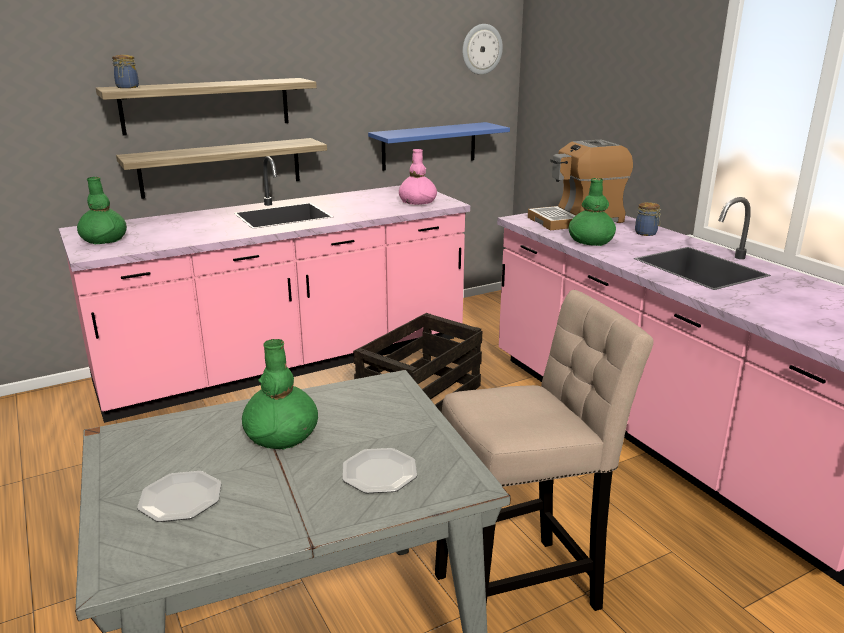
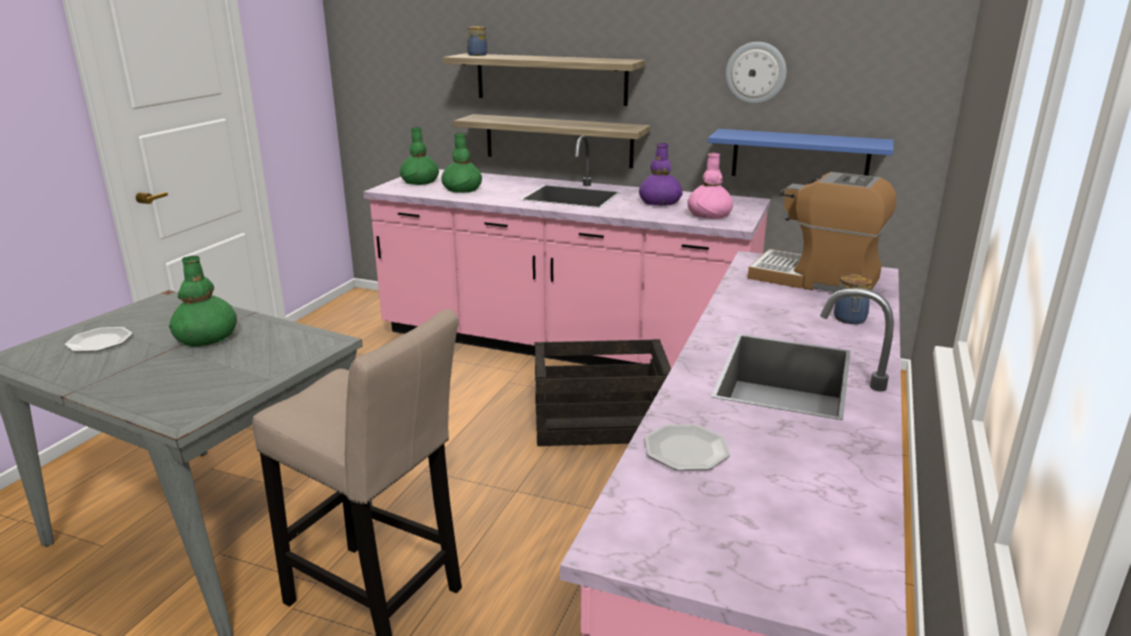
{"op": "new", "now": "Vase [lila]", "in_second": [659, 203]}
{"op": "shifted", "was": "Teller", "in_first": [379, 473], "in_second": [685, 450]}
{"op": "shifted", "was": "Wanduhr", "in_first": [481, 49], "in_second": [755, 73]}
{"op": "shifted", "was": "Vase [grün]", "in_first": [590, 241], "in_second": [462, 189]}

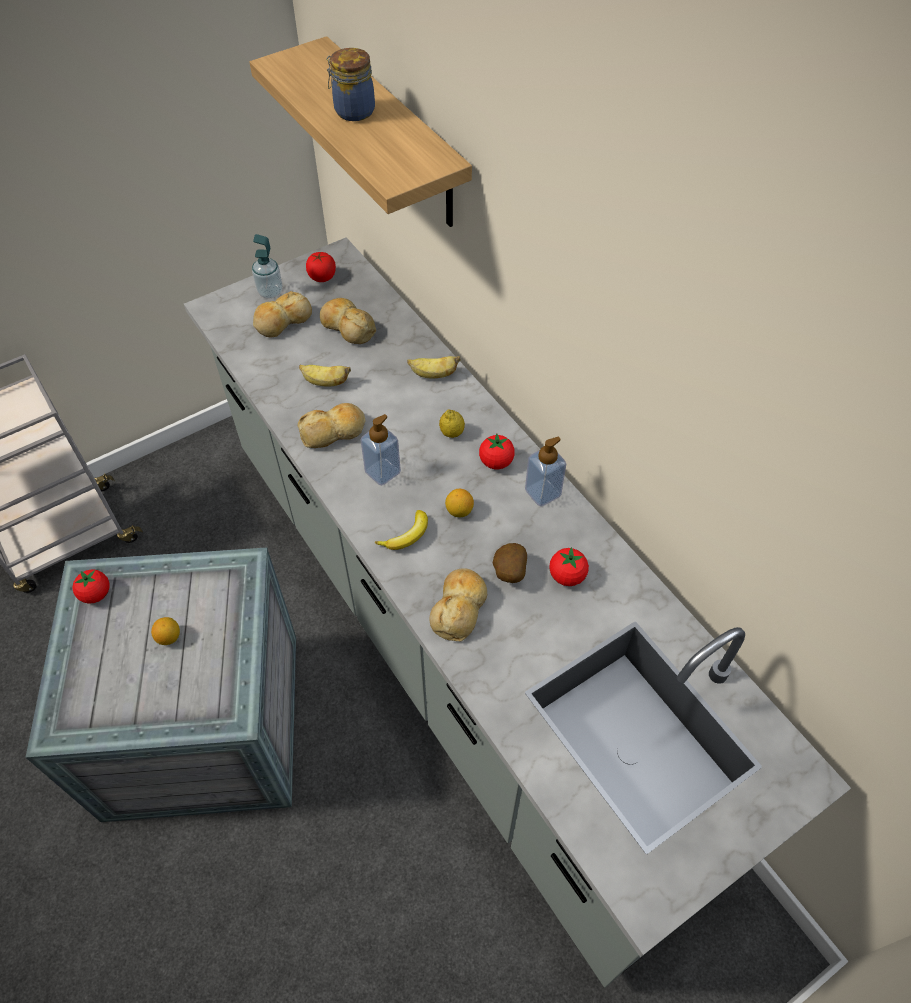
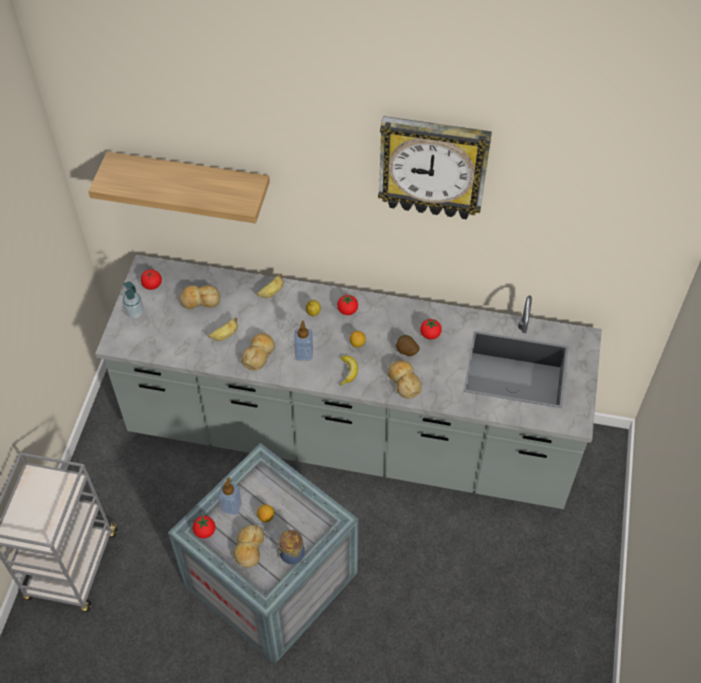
{"op": "new", "now": "Wanduhr", "in_second": [433, 167]}
{"op": "shifted", "was": "Brot", "in_first": [282, 321], "in_second": [249, 549]}
{"op": "shifted", "was": "Vorratsglas", "in_first": [353, 111], "in_second": [291, 554]}
{"op": "shifted", "was": "Seifenspender", "in_first": [542, 492], "in_second": [231, 506]}

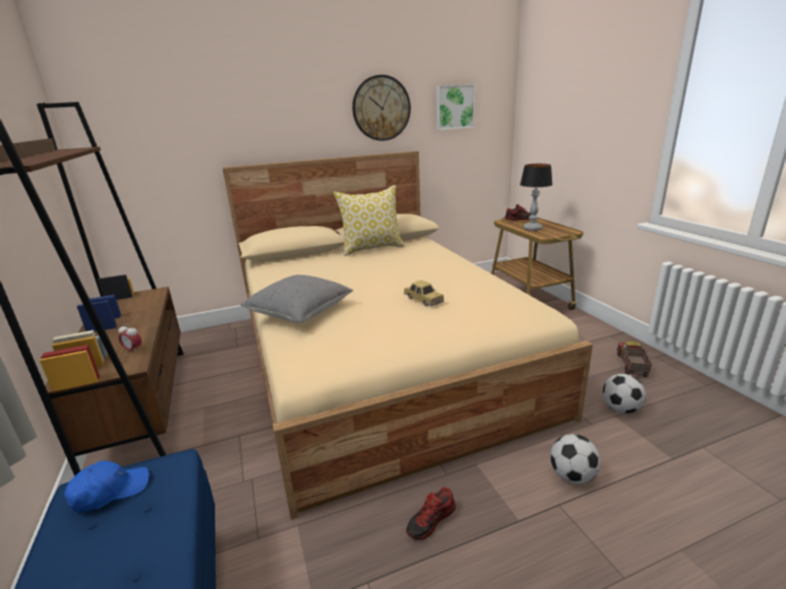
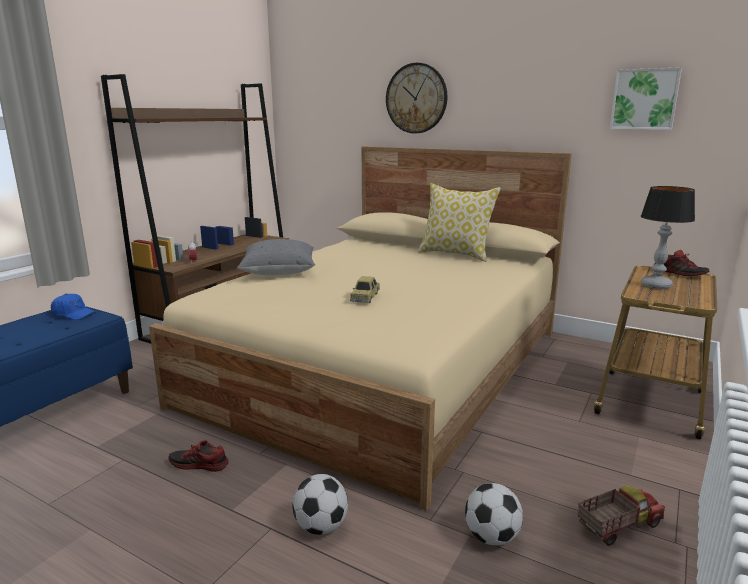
{"op": "shifted", "was": "Wanduhr", "in_first": [381, 108], "in_second": [416, 98]}

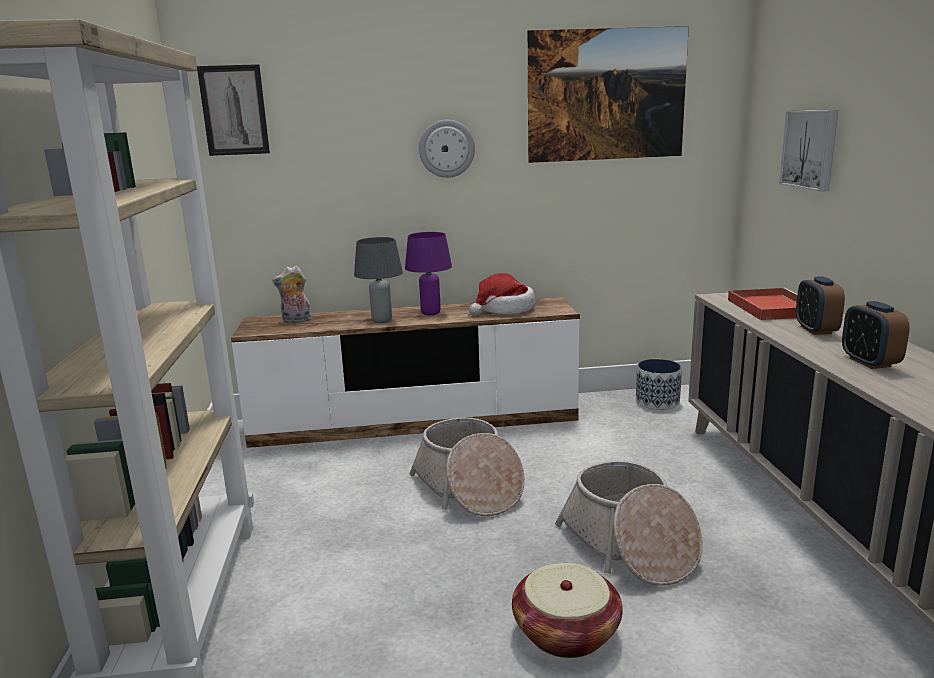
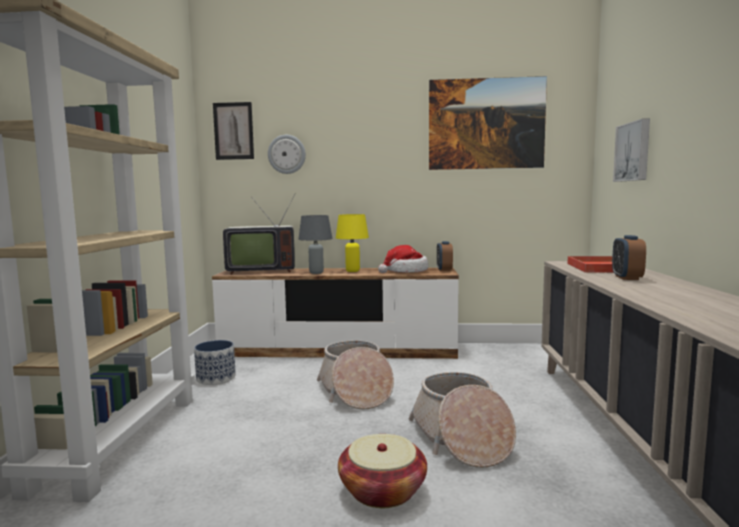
{"op": "shifted", "was": "Wanduhr", "in_first": [446, 148], "in_second": [287, 154]}
{"op": "shifted", "was": "Pflanzkübel", "in_first": [657, 402], "in_second": [215, 378]}
{"op": "shifted", "was": "Wecker", "in_first": [869, 362], "in_second": [444, 270]}
{"op": "swapped", "was": "Plüschtier", "now": "Fernseher", "in_first": [296, 321], "in_second": [260, 271]}
{"op": "repainted", "was": "Tischlampe [lila]", "now": "Tischlampe [gelb]", "in_first": [431, 313], "in_second": [353, 271]}

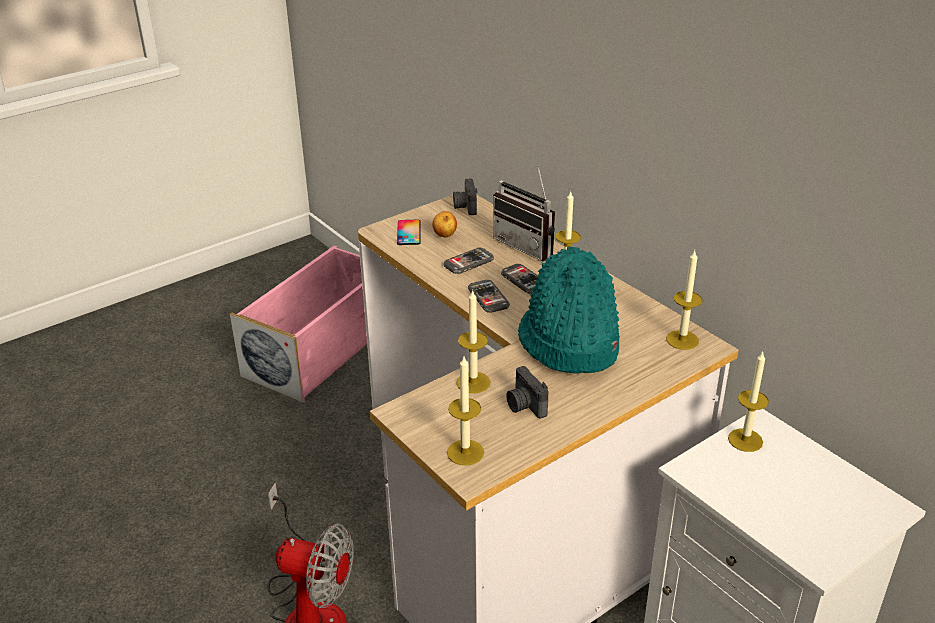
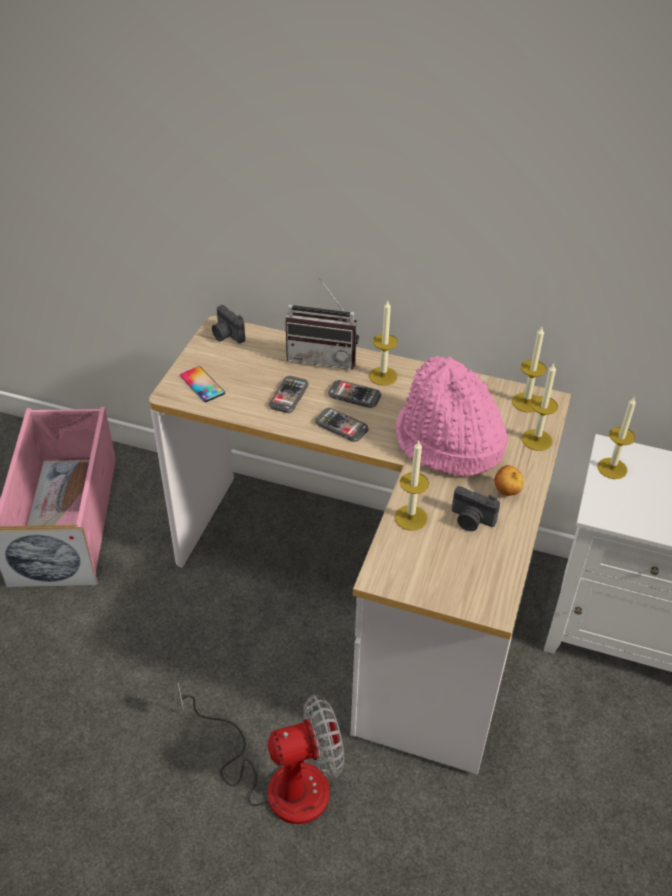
{"op": "shifted", "was": "Apfel", "in_first": [445, 236], "in_second": [507, 492]}
{"op": "shifted", "was": "Kerze", "in_first": [465, 452], "in_second": [536, 440]}
{"op": "repainted", "was": "Hut [türkis]", "now": "Hut [rosa]", "in_first": [568, 343], "in_second": [447, 443]}

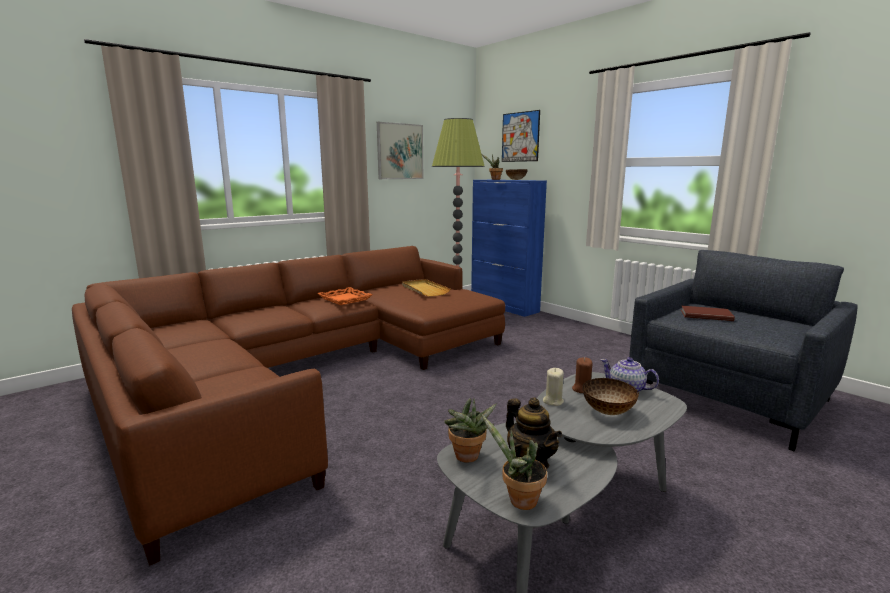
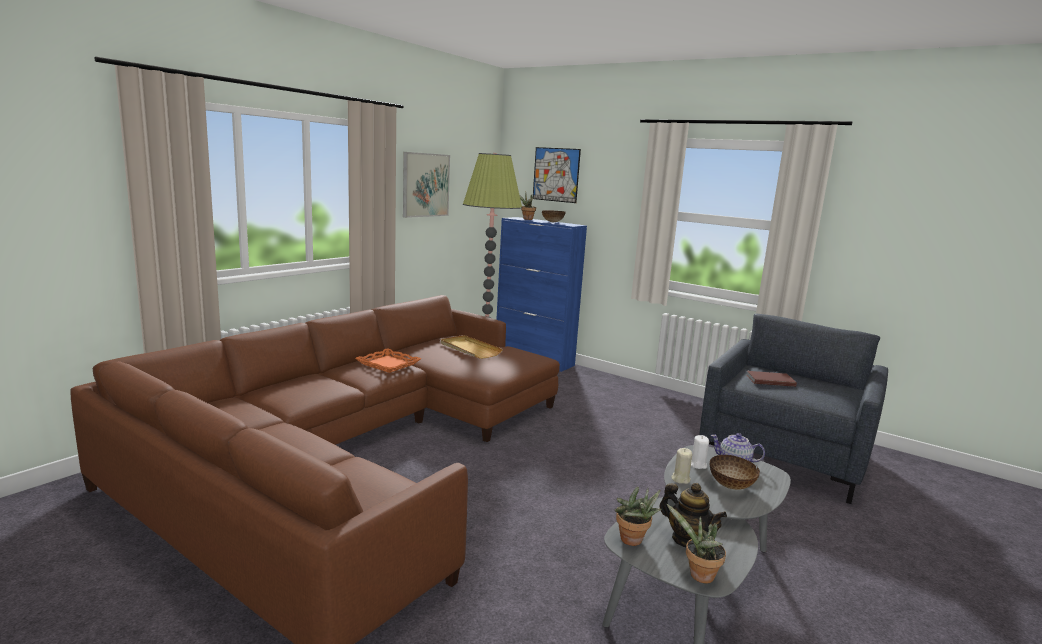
{"op": "repainted", "was": "Kerze [braun]", "now": "Kerze [weiß]", "in_first": [581, 389], "in_second": [697, 464]}

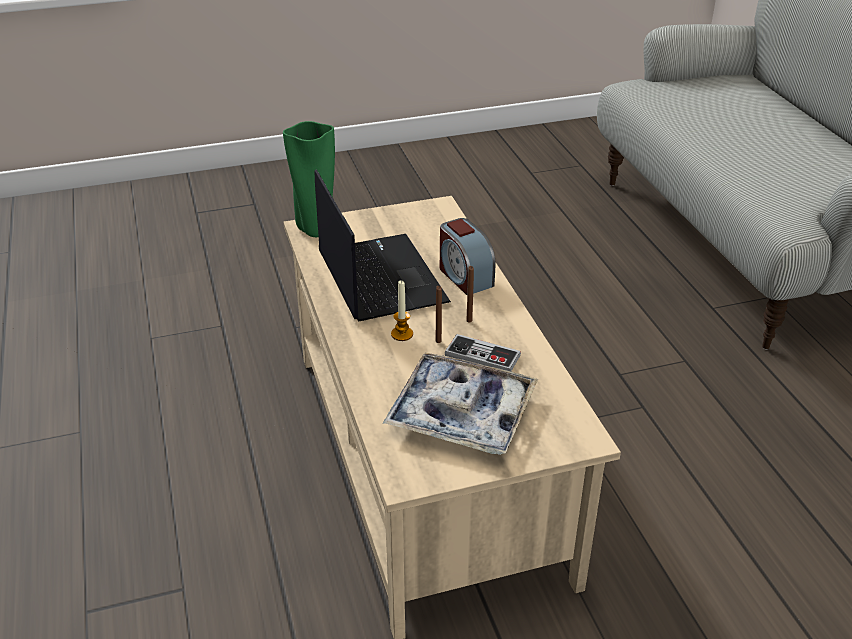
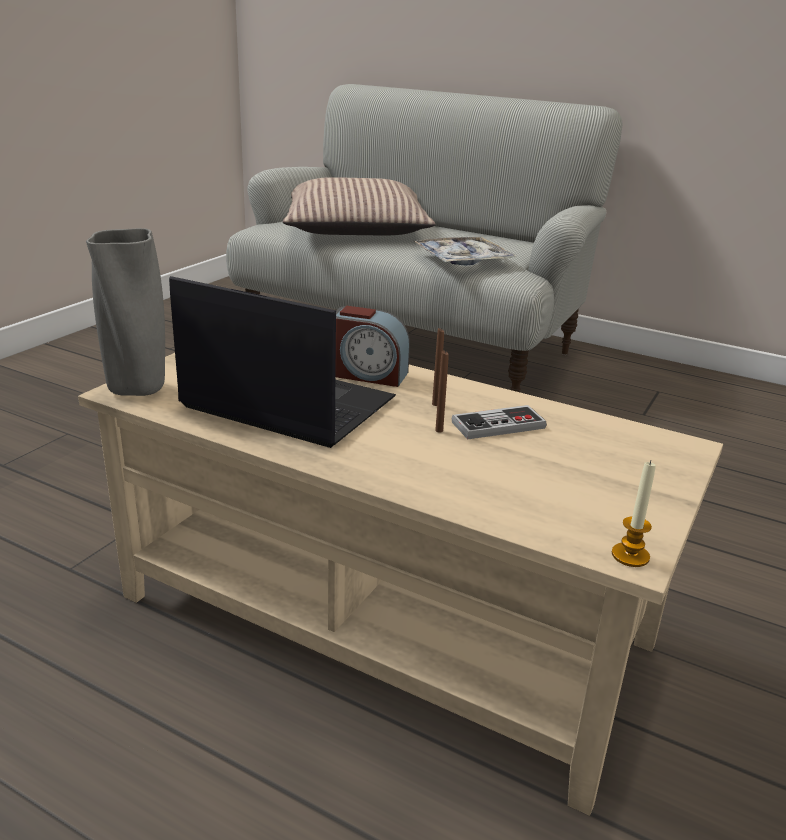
{"op": "new", "now": "Kissen", "in_second": [356, 228]}
{"op": "shifted", "was": "Tablett", "in_first": [461, 414], "in_second": [462, 260]}
{"op": "shifted", "was": "Kerze", "in_first": [402, 334], "in_second": [630, 556]}
{"op": "repainted", "was": "Vase [grün]", "now": "Vase [grau]", "in_first": [316, 230], "in_second": [137, 390]}

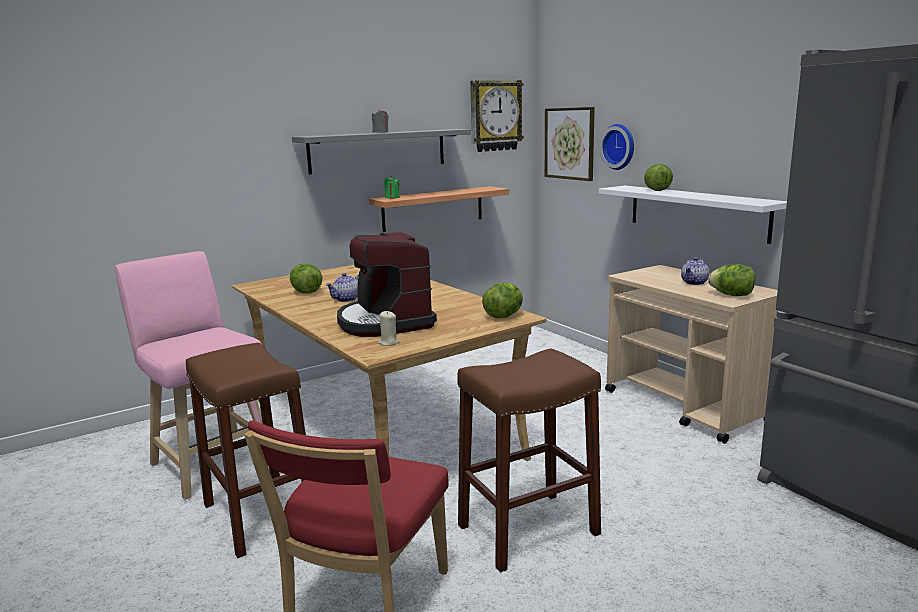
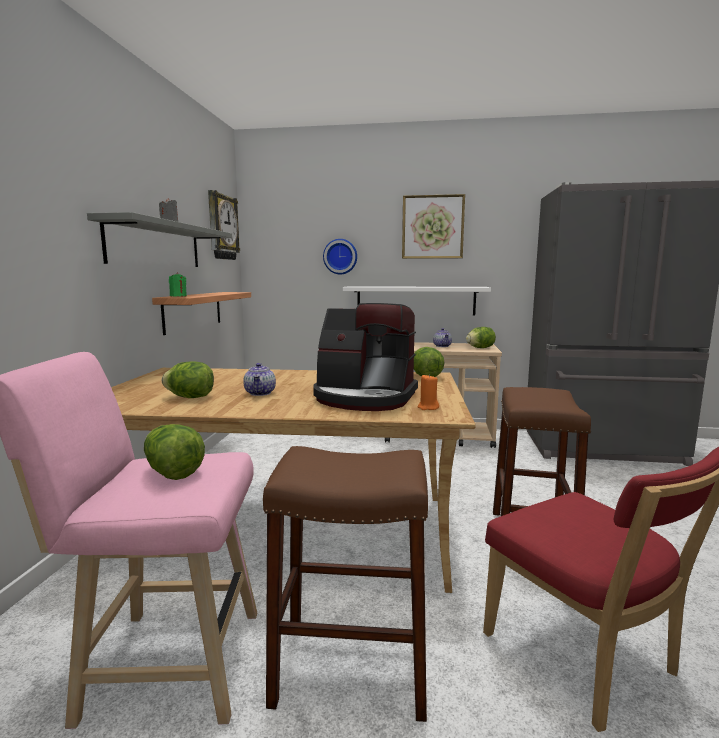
{"op": "shifted", "was": "Bild", "in_first": [569, 143], "in_second": [432, 227]}
{"op": "shifted", "was": "Salatkopf", "in_first": [656, 190], "in_second": [172, 472]}
{"op": "repainted", "was": "Kerze [beige]", "now": "Kerze [orange]", "in_first": [388, 343], "in_second": [428, 407]}

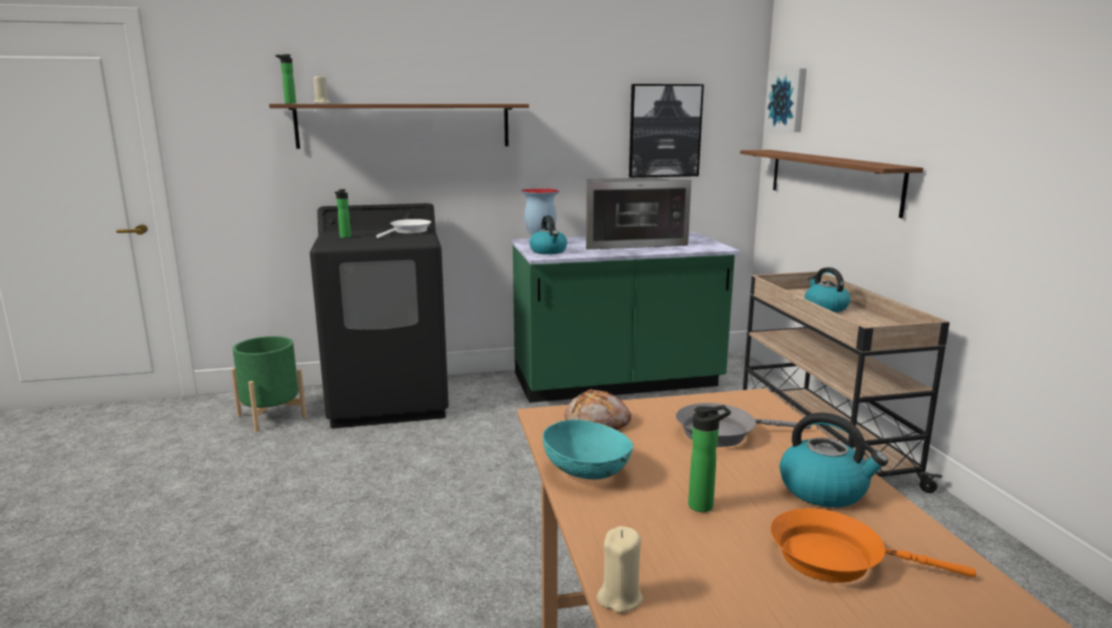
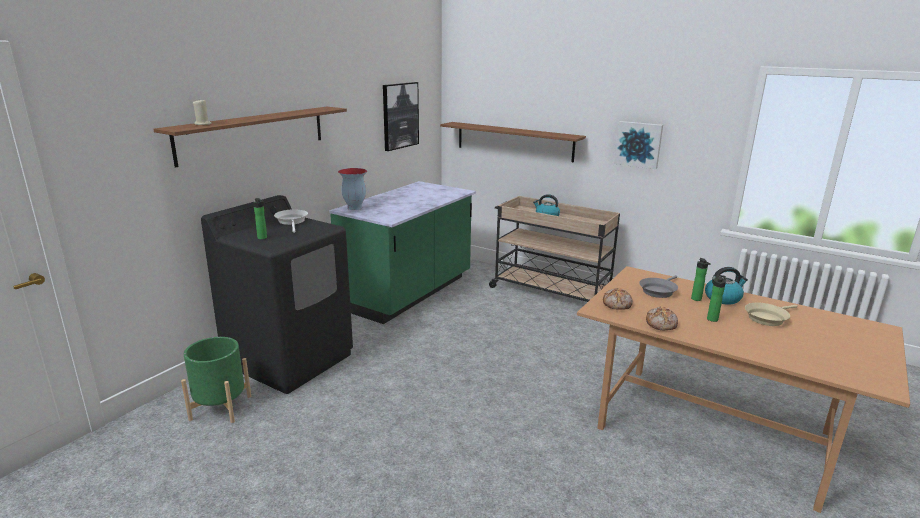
{"op": "gone", "was": "Wasserkessel", "in_first": [548, 251]}
{"op": "gone", "was": "Mikrowelle", "in_first": [630, 242]}
{"op": "gone", "was": "Kerze [beige]", "in_first": [620, 597]}
{"op": "shifted", "was": "Flasche", "in_first": [288, 103], "in_second": [697, 299]}
{"op": "shifted", "was": "Bild", "in_first": [787, 100], "in_second": [638, 144]}
{"op": "swapped", "was": "Schüssel [türkis]", "now": "Brot", "in_first": [588, 471], "in_second": [661, 324]}
{"op": "repainted", "was": "Pfanne [orange]", "now": "Pfanne [beige]", "in_first": [835, 558], "in_second": [767, 318]}

